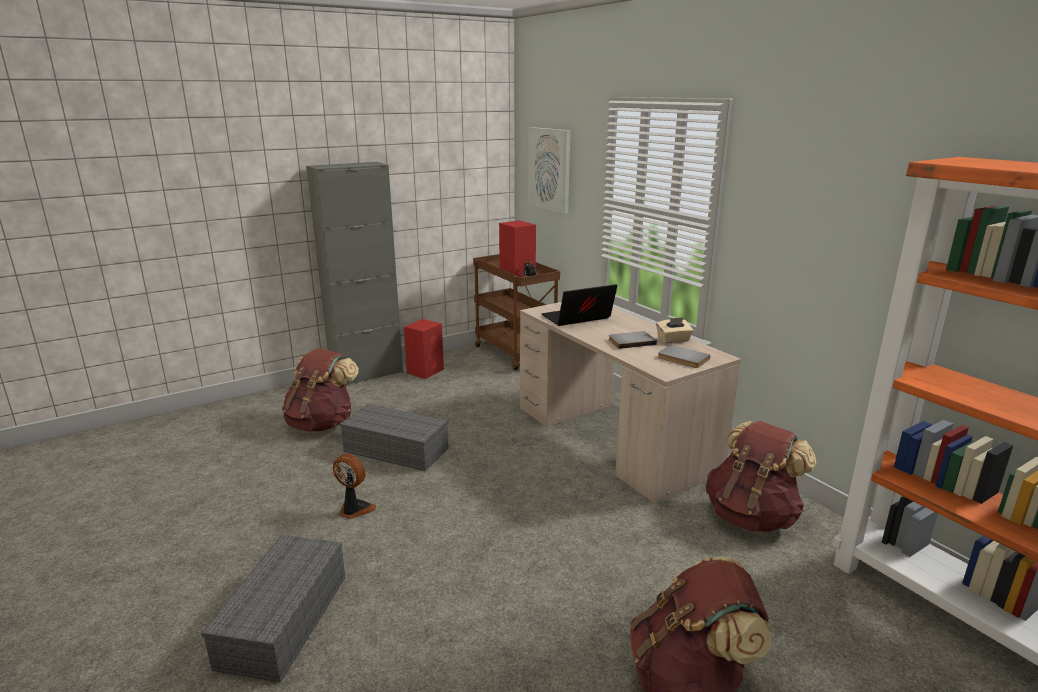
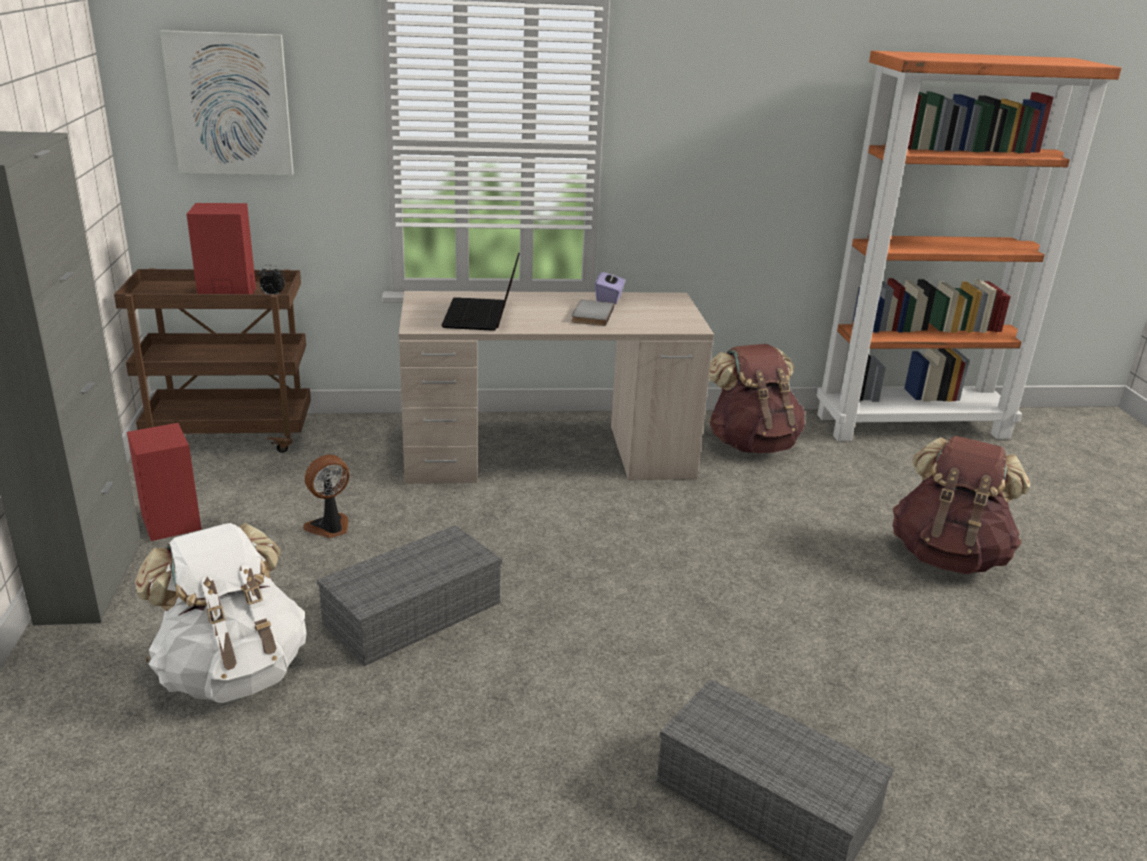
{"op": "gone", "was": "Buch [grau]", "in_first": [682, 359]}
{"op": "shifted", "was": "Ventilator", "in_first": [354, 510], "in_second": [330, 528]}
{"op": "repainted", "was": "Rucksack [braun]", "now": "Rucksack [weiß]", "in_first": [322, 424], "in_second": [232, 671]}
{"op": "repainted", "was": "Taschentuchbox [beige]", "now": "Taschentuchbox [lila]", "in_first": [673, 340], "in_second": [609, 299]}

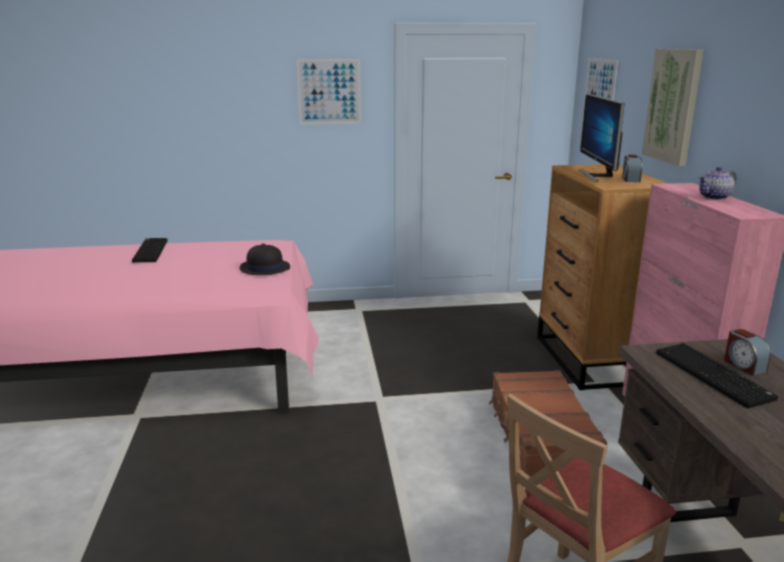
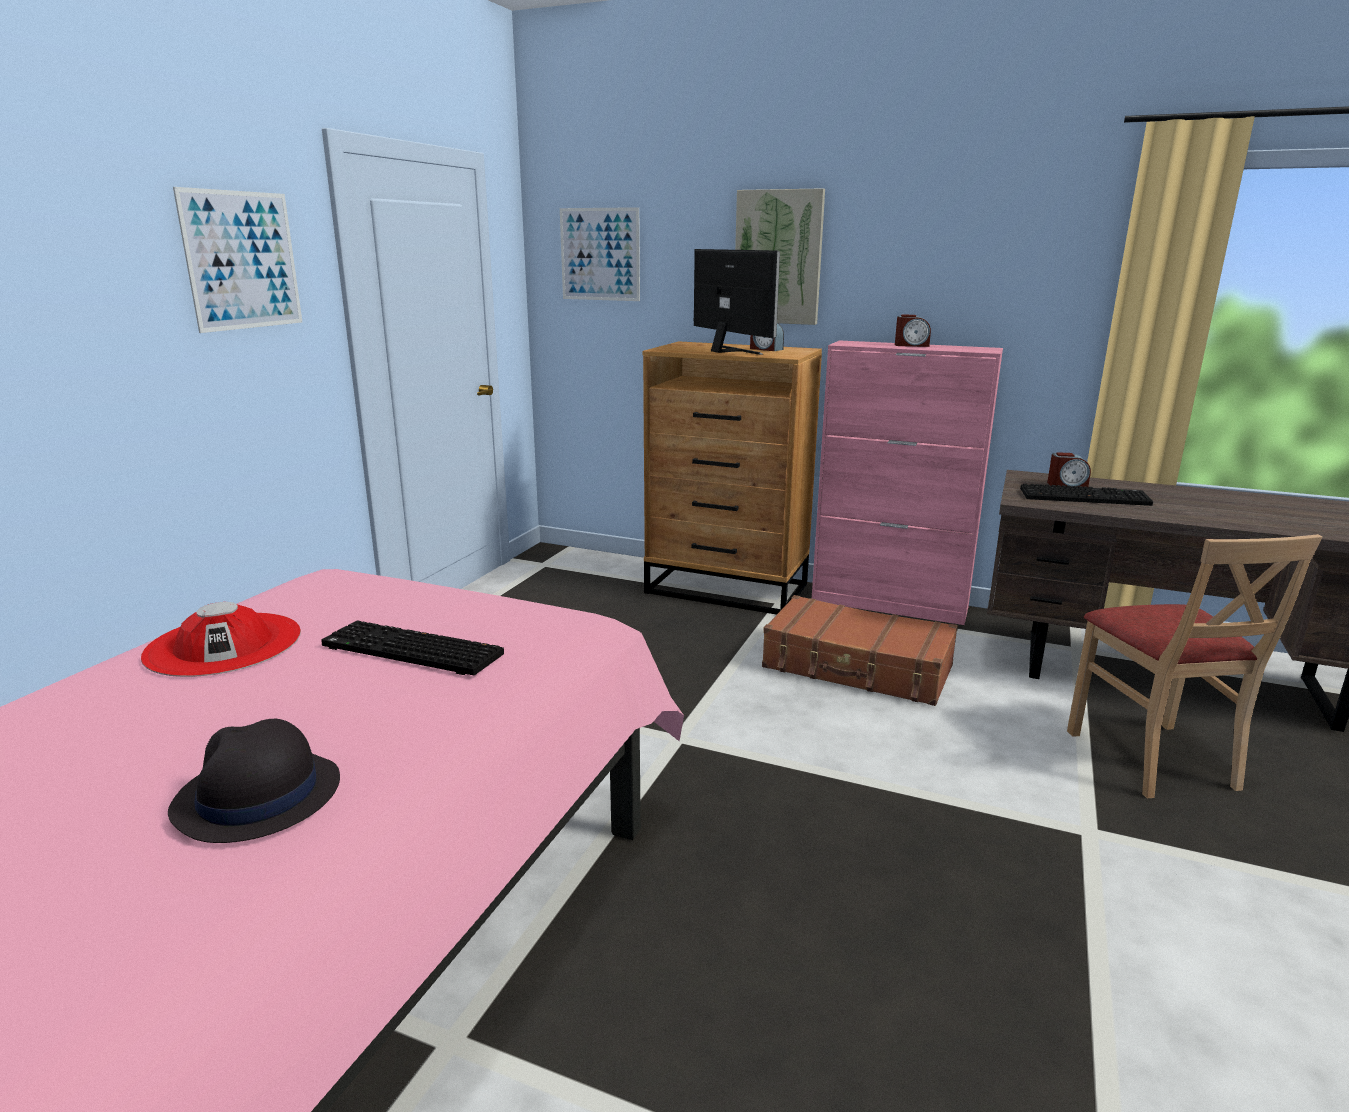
{"op": "new", "now": "Hut [rot]", "in_second": [224, 644]}
{"op": "shifted", "was": "Tastatur", "in_first": [149, 251], "in_second": [409, 651]}
{"op": "shifted", "was": "Hut [schwarz]", "in_first": [264, 268], "in_second": [257, 797]}
{"op": "swapped", "was": "Teekanne", "now": "Wecker", "in_first": [714, 197], "in_second": [911, 345]}
{"op": "rotated", "was": "Monitor", "in_first": [597, 175], "in_second": [729, 351], "clockwise": -150}

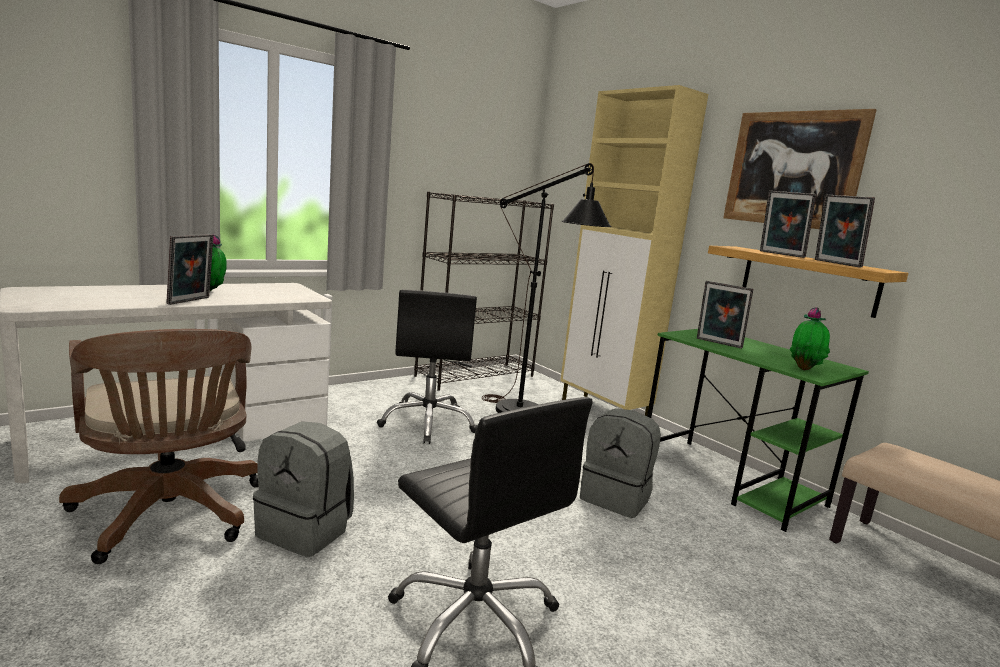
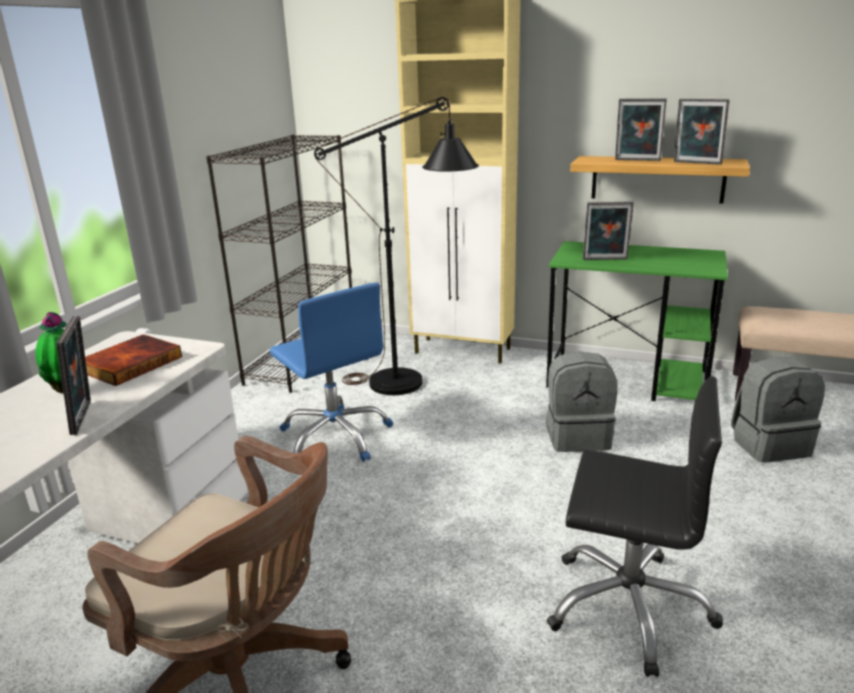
{"op": "gone", "was": "Bild", "in_first": [793, 169]}
{"op": "gone", "was": "Topfpflanze", "in_first": [804, 369]}
{"op": "new", "now": "Buch", "in_second": [131, 363]}
{"op": "shifted", "was": "Rucksack [grau]", "in_first": [306, 530], "in_second": [769, 445]}
{"op": "repainted", "was": "Bürostuhl [schwarz]", "now": "Bürostuhl [blau]", "in_first": [428, 423], "in_second": [336, 436]}

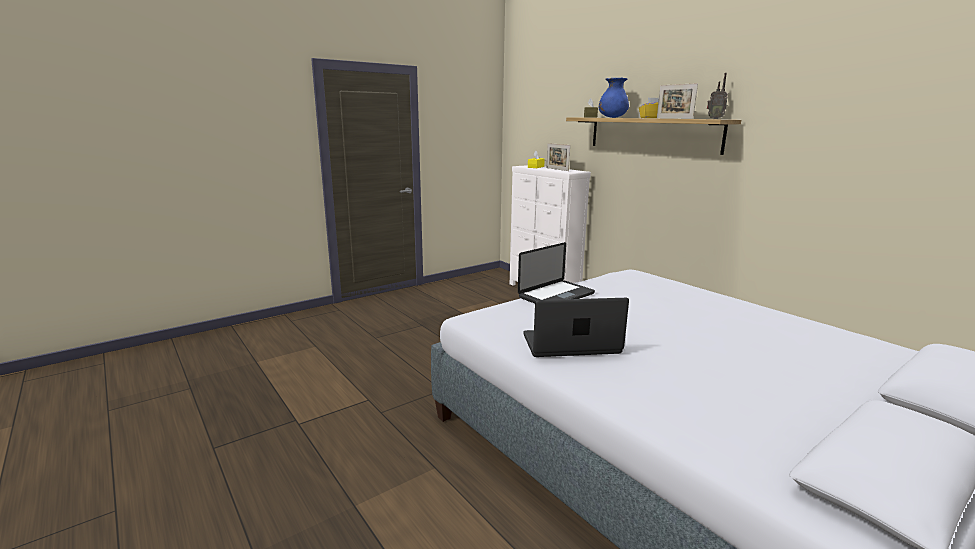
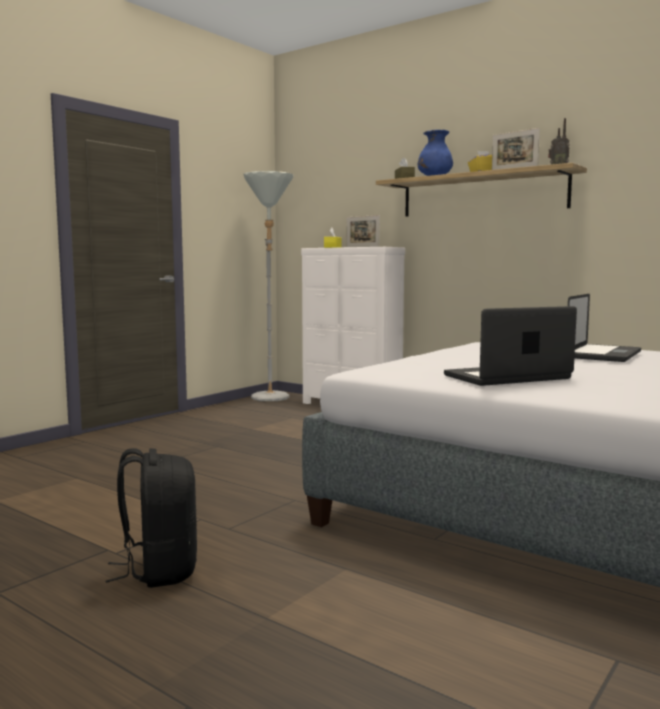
{"op": "new", "now": "Rucksack [schwarz]", "in_second": [159, 570]}
{"op": "new", "now": "Stehlampe [grau]", "in_second": [271, 399]}
{"op": "shifted", "was": "Laptop", "in_first": [556, 295], "in_second": [604, 355]}

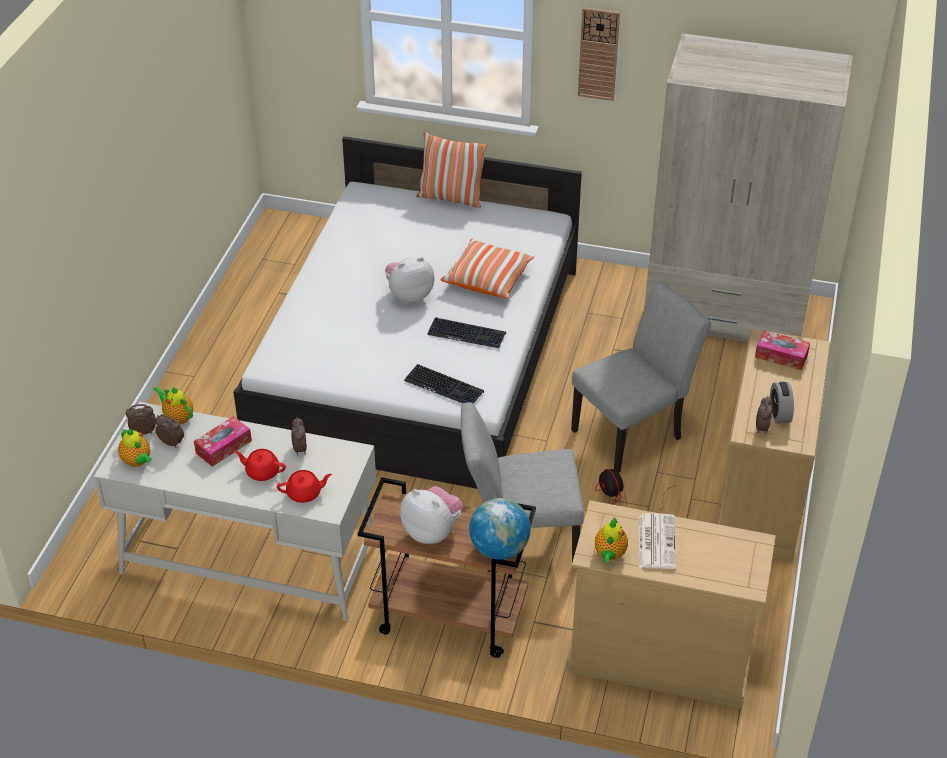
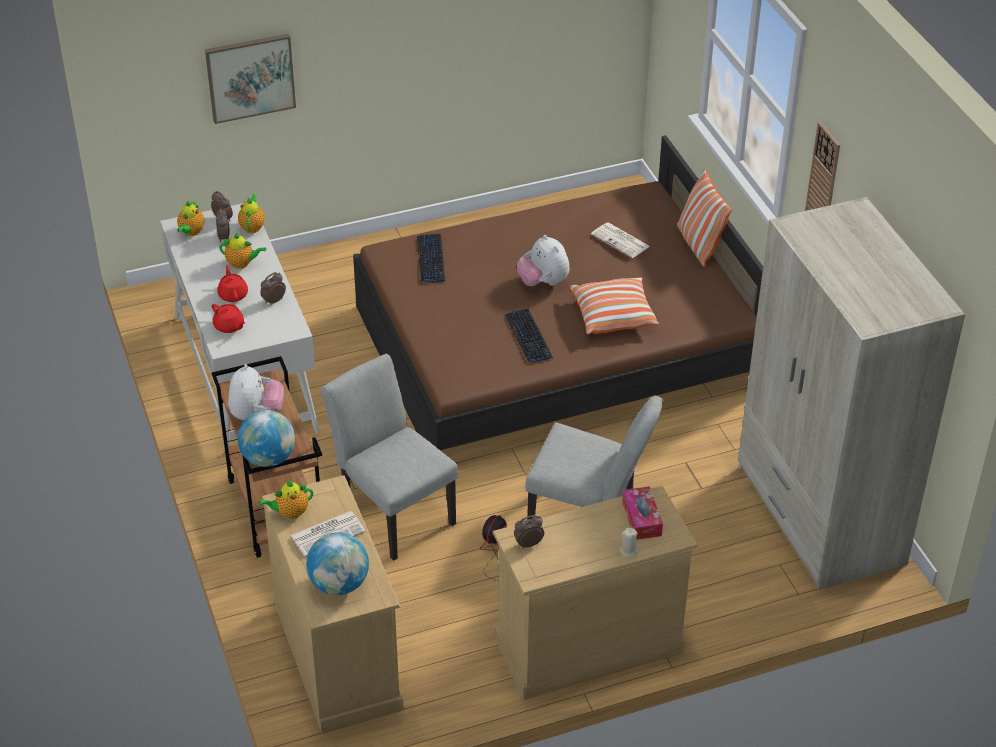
{"op": "gone", "was": "Wecker", "in_first": [779, 414]}
{"op": "new", "now": "Bild", "in_second": [250, 77]}
{"op": "new", "now": "Globus", "in_second": [339, 584]}
{"op": "new", "now": "Zeitung", "in_second": [621, 241]}
{"op": "new", "now": "Kerze [beige]", "in_second": [629, 550]}
{"op": "shifted", "was": "Tastatur", "in_first": [444, 386], "in_second": [431, 259]}
{"op": "swapped", "was": "Taschentuchbox", "now": "Teekanne", "in_first": [223, 447], "in_second": [242, 263]}
{"op": "repainted", "was": "Bett [weiß]", "now": "Bett [braun]", "in_first": [418, 353], "in_second": [555, 347]}
{"op": "rotated", "was": "Plüschtier", "in_first": [409, 295], "in_second": [543, 282], "clockwise": -150}

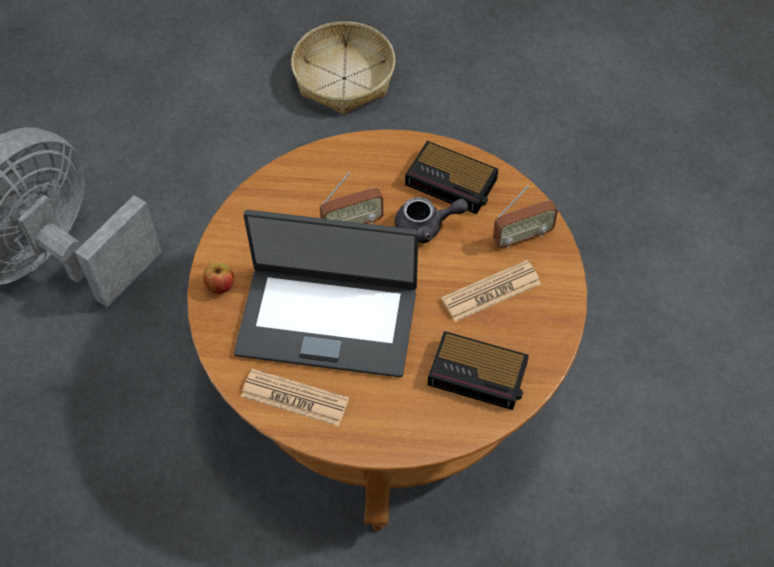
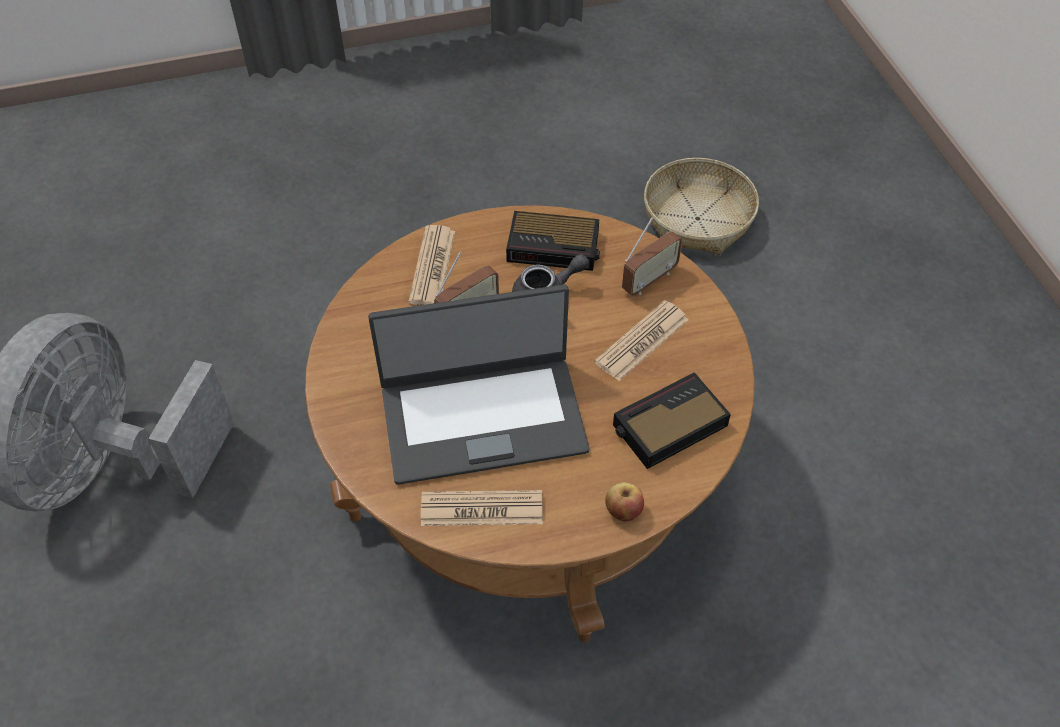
{"op": "new", "now": "Zeitung", "in_second": [432, 266]}
{"op": "shifted", "was": "Apfel", "in_first": [220, 286], "in_second": [623, 511]}
{"op": "shifted", "was": "Korb", "in_first": [344, 78], "in_second": [698, 219]}
{"op": "rotated", "was": "Wecker", "in_first": [479, 375], "in_second": [668, 426], "clockwise": 150}

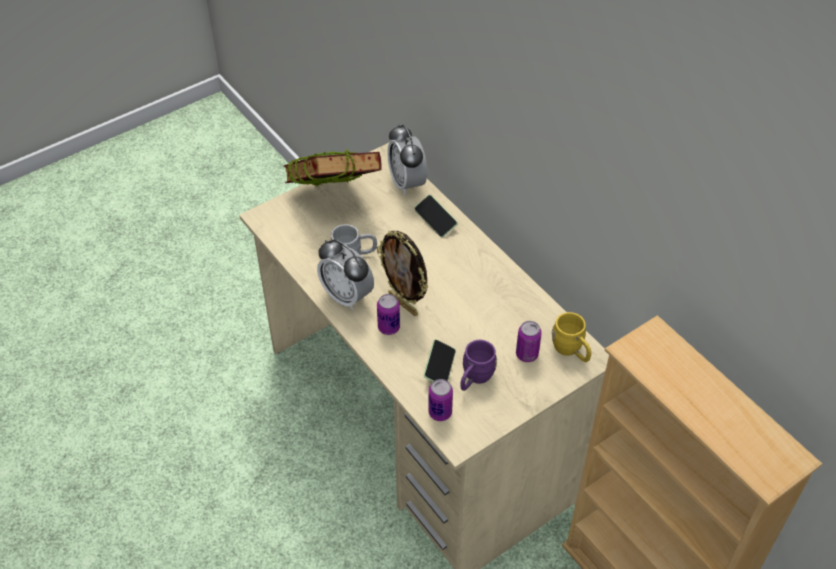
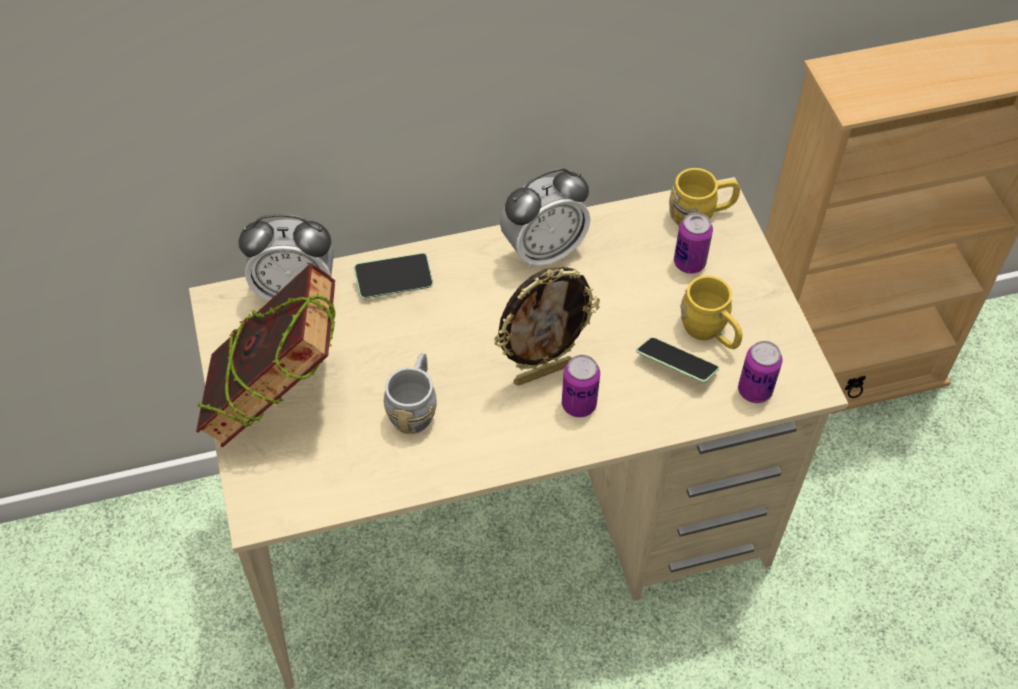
{"op": "shifted", "was": "Wecker", "in_first": [347, 296], "in_second": [543, 251]}
{"op": "repainted", "was": "Henkelbecher [lila]", "now": "Henkelbecher [gelb]", "in_first": [474, 379], "in_second": [710, 333]}

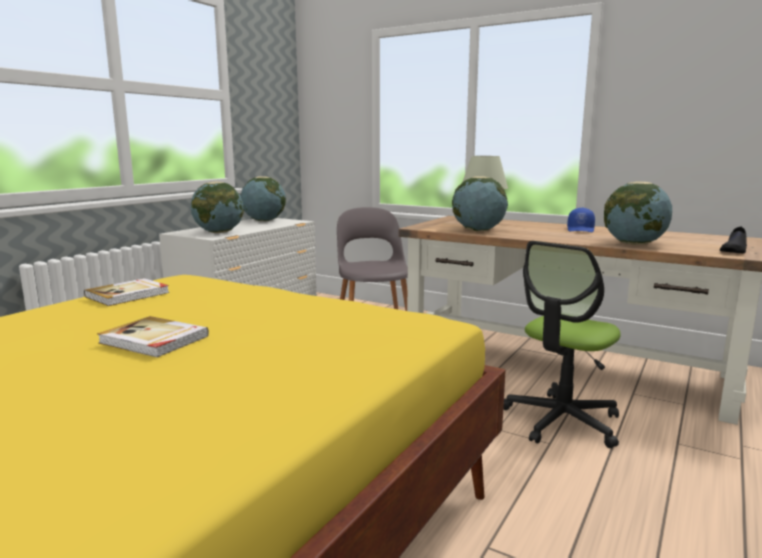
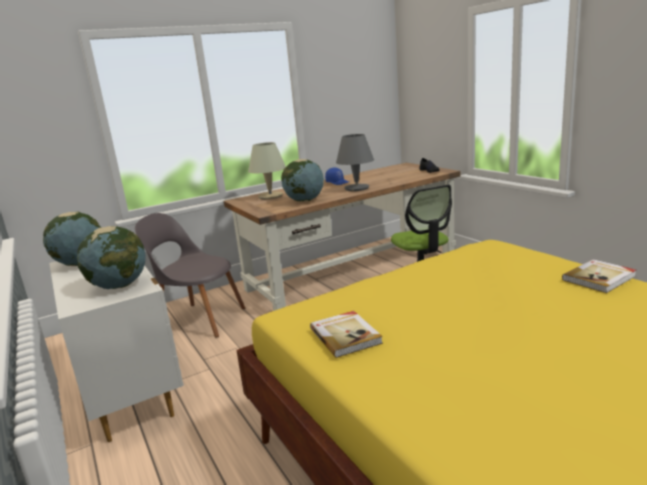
{"op": "gone", "was": "Globus", "in_first": [634, 244]}
{"op": "new", "now": "Tischlampe [grau]", "in_second": [356, 188]}
{"op": "shifted", "was": "Buch", "in_first": [153, 340], "in_second": [599, 278]}

